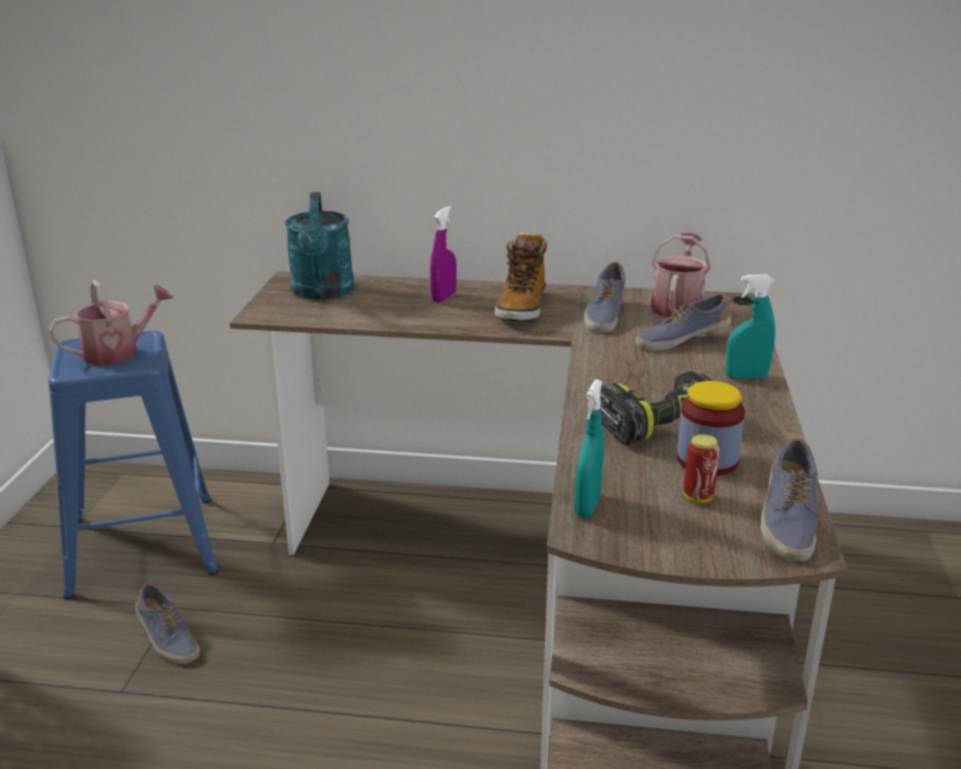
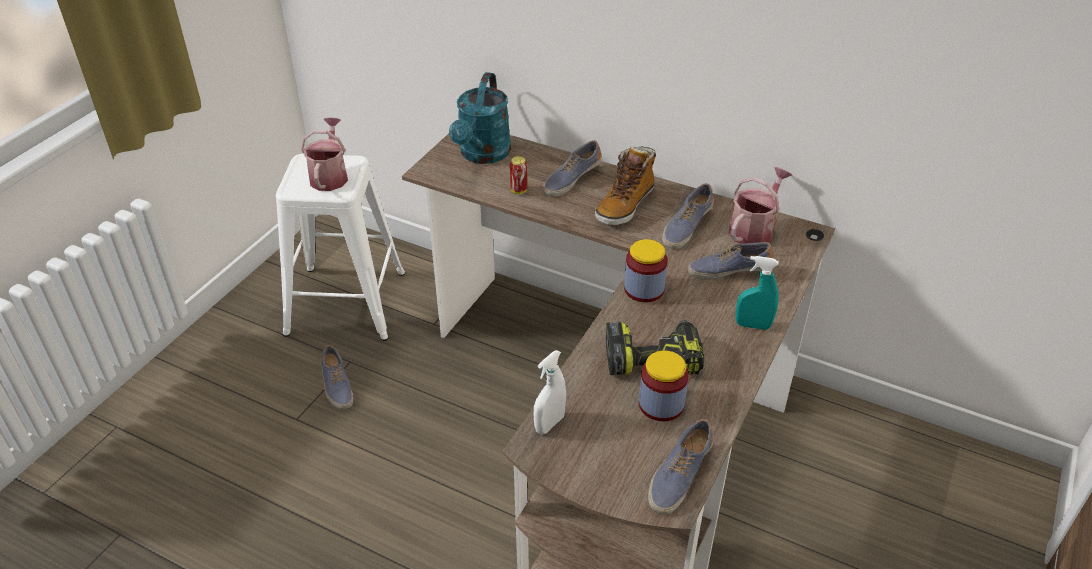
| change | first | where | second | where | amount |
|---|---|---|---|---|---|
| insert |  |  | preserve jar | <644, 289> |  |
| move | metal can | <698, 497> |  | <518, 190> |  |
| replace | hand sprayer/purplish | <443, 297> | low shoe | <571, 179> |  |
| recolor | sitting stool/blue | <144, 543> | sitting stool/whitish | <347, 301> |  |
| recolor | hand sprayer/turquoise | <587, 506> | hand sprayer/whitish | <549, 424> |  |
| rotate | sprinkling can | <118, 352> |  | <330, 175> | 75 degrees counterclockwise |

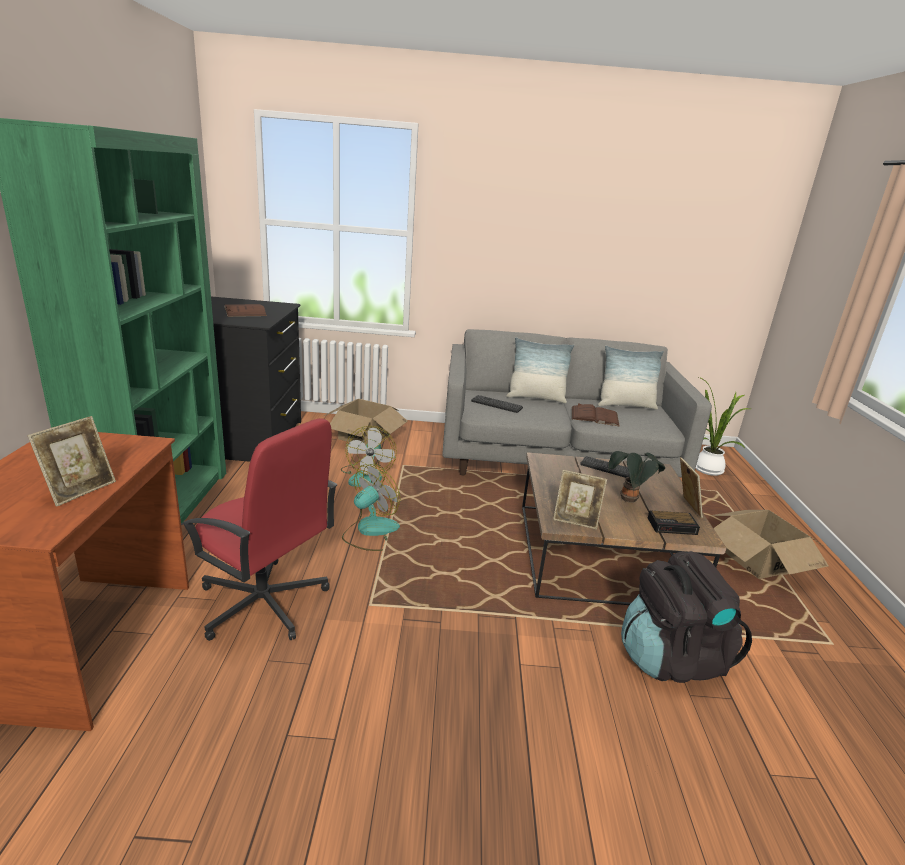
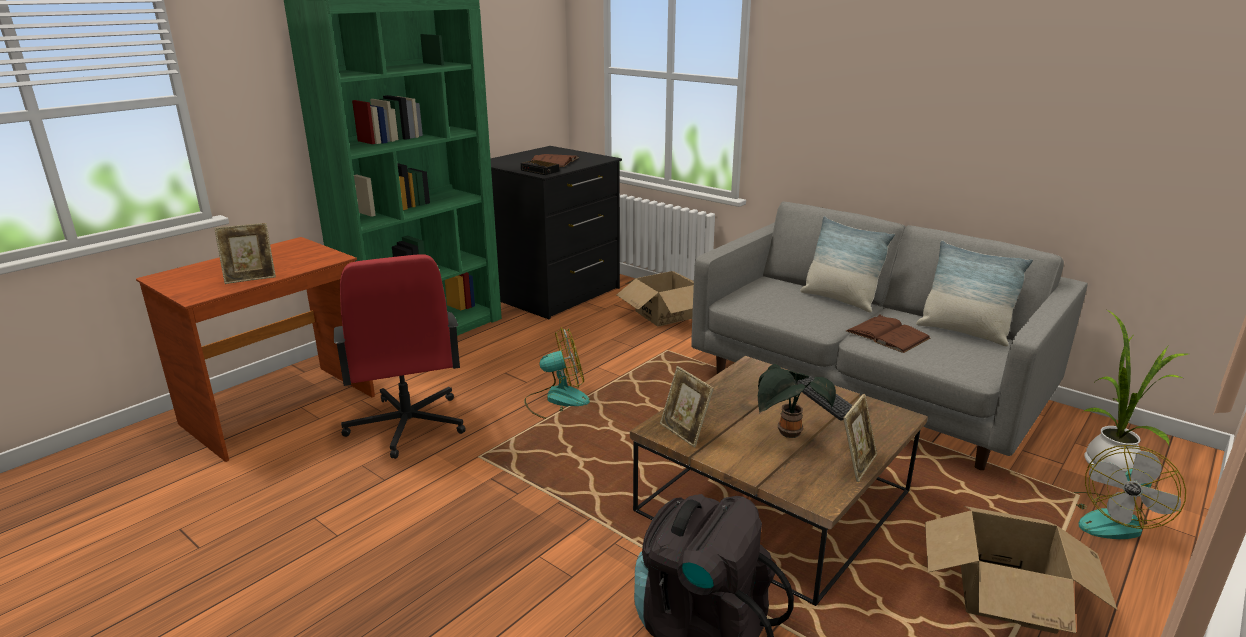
| change | first | where | second | where | amount |
|---|---|---|---|---|---|
| delete | computer keyboard | <496, 404> |  |  |  |
| move | fan | <367, 475> |  | <1113, 520> |  |
| move | alarm clock | <673, 526> |  | <540, 171> |  |

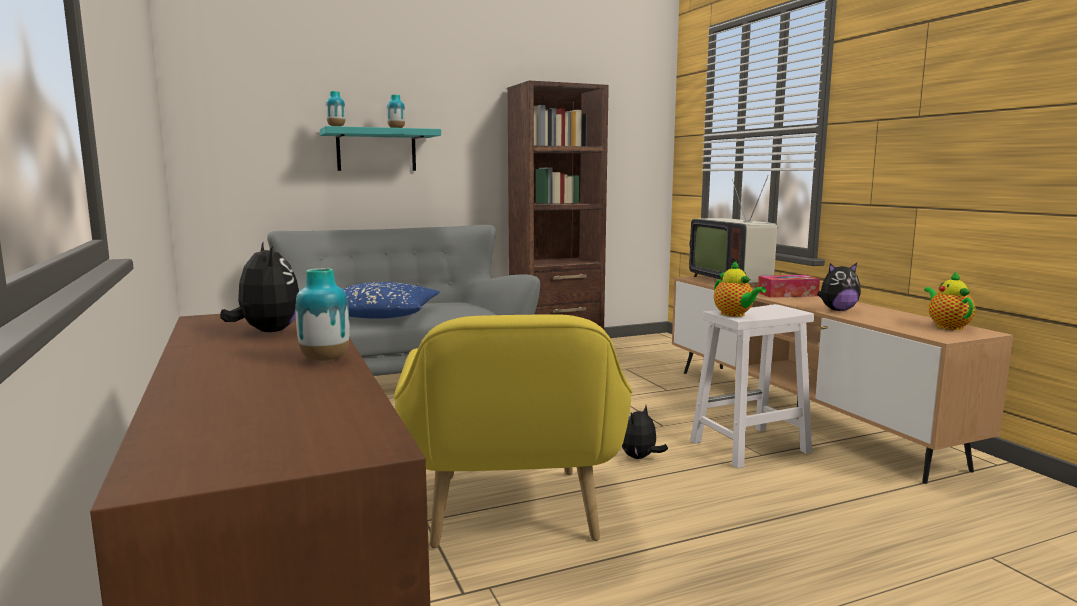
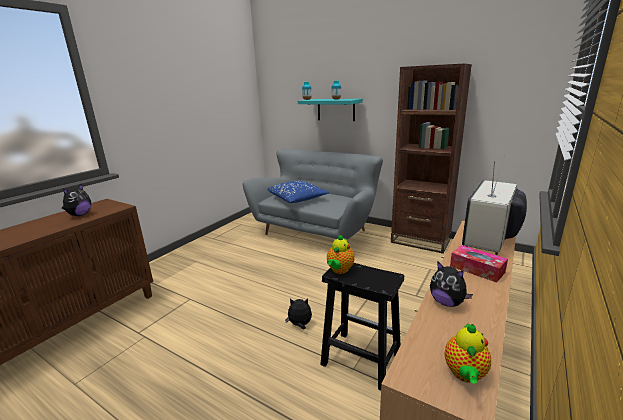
| change | first | where | second | where | amount |
|---|---|---|---|---|---|
| delete | decorative vase | <325, 359> |  |  |  |
| delete | lounge chair/yellow | <511, 514> |  |  |  |
| recolor | sitting stool/whitish | <748, 447> | sitting stool/black | <359, 359> |  |
| rotate | teapot | <947, 326> |  | <465, 374> | 150 degrees clockwise |

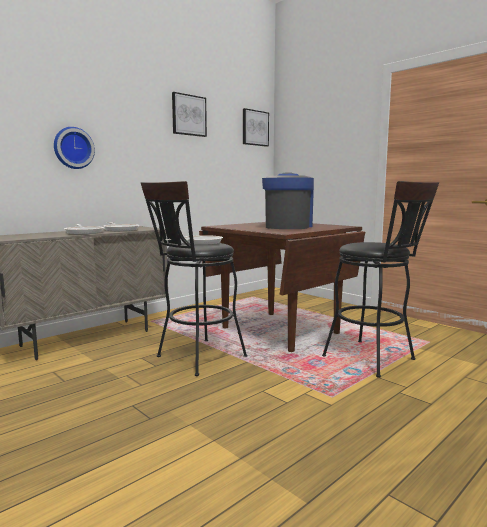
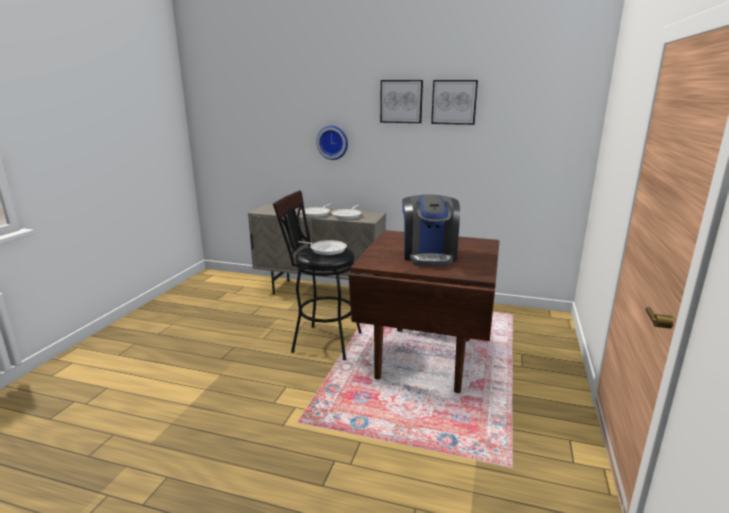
| change | first | where | second | where | amount |
|---|---|---|---|---|---|
| delete | sitting stool/black | <375, 360> |  |  |  |
| move | picture | <255, 128> |  | <401, 101> |  |
| rotate | coffee maker | <288, 226> |  | <429, 255> | 105 degrees clockwise |

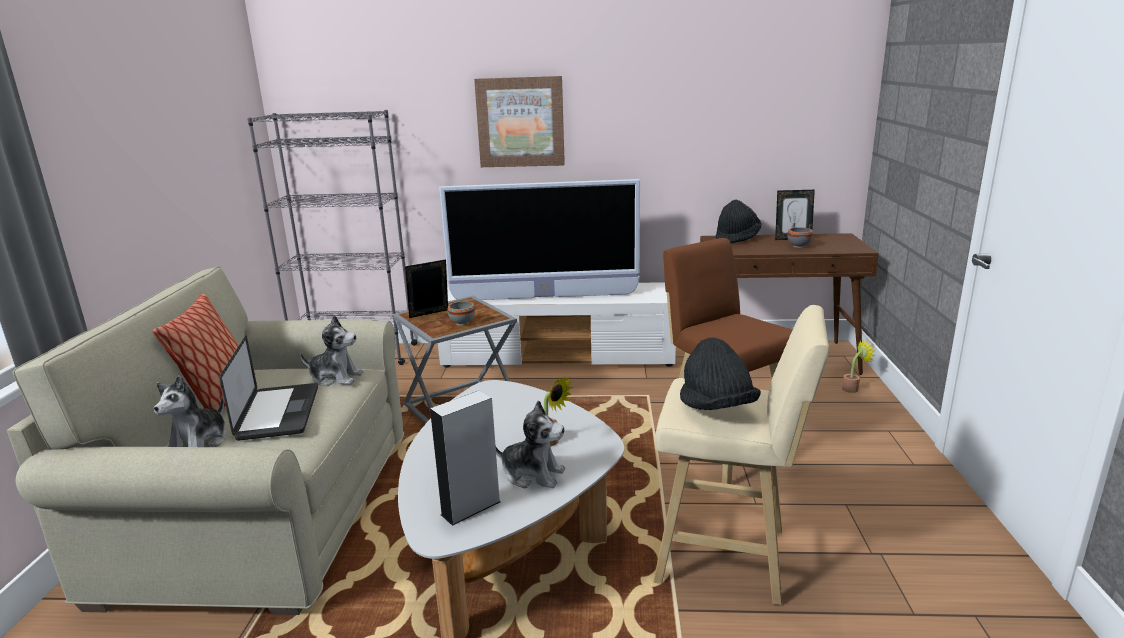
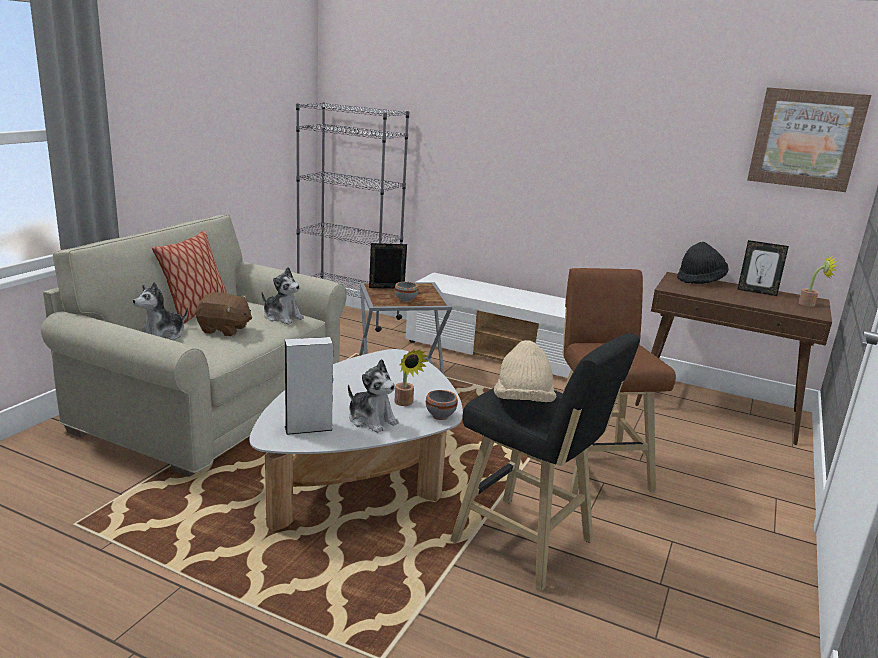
| change | first | where | second | where | amount |
|---|---|---|---|---|---|
| delete | television | <544, 297> |  |  |  |
| move | picture | <520, 122> |  | <806, 139> |  |
| move | deep dish/grey | <799, 246> |  | <441, 416> |  |
| move | houseplant | <853, 388> |  | <810, 304> |  |
| replace | notebook computer | <278, 413> | plush toy/brown-coloured | <224, 330> |  |
| recolor | sitting stool/sand-coloured | <728, 557> | sitting stool/black | <528, 544> |  |
| recolor | hat/black | <716, 407> | hat/sand-coloured | <523, 402> |  |

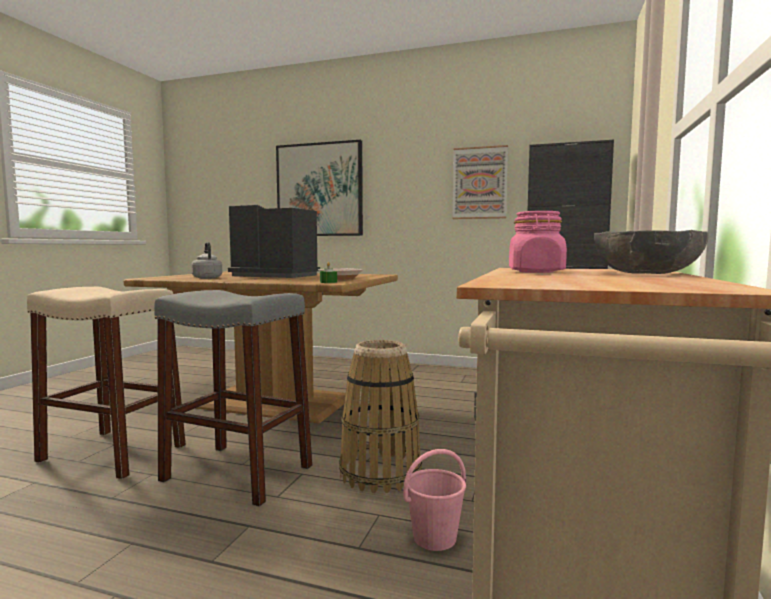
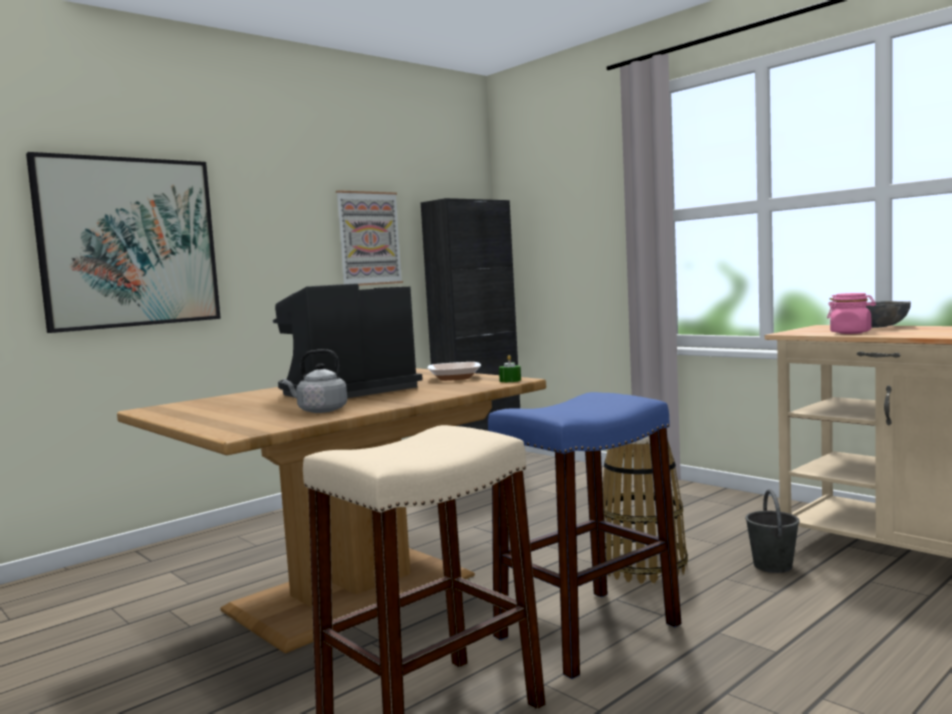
| change | first | where | second | where | amount |
|---|---|---|---|---|---|
| recolor | sitting stool/grey | <237, 473> | sitting stool/blue | <587, 631> |  |
| recolor | water bucket/pinkish | <435, 537> | water bucket/grey | <772, 565> |  |

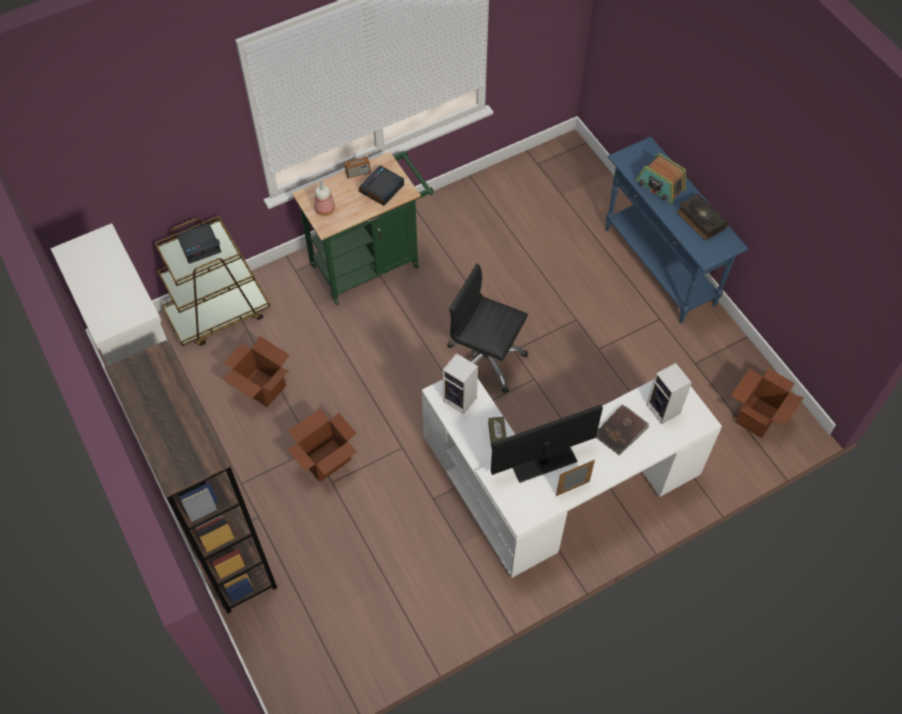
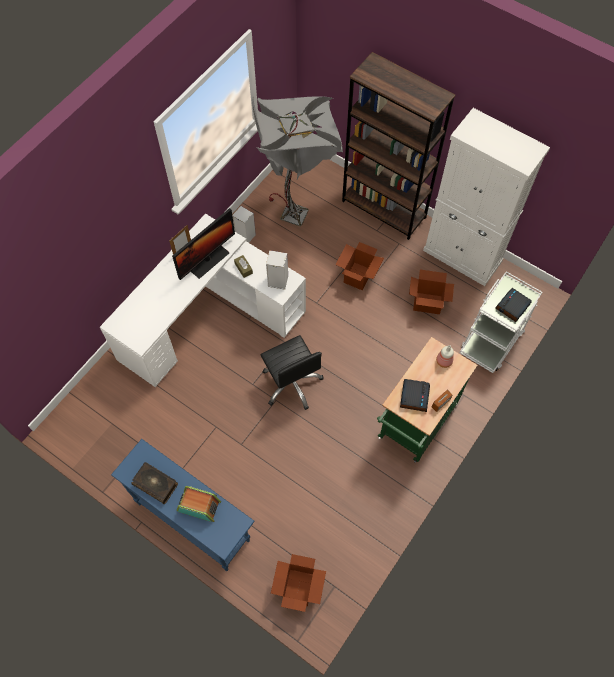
| change | first | where | second | where | amount |
|---|---|---|---|---|---|
| delete | volume/brown-coloured | <621, 431> |  |  |  |
| insert |  |  | standing lamp/grey | <298, 209> |  |
| move | audio speaker | <664, 409> |  | <244, 235> |  |
| move | packing box | <757, 416> |  | <298, 588> |  |
| recolor | trolley/brown-coloured | <219, 313> | trolley/whitish | <492, 340> |  |
| rotate | computer chair/black | <485, 361> |  | <292, 383> | 60 degrees clockwise |

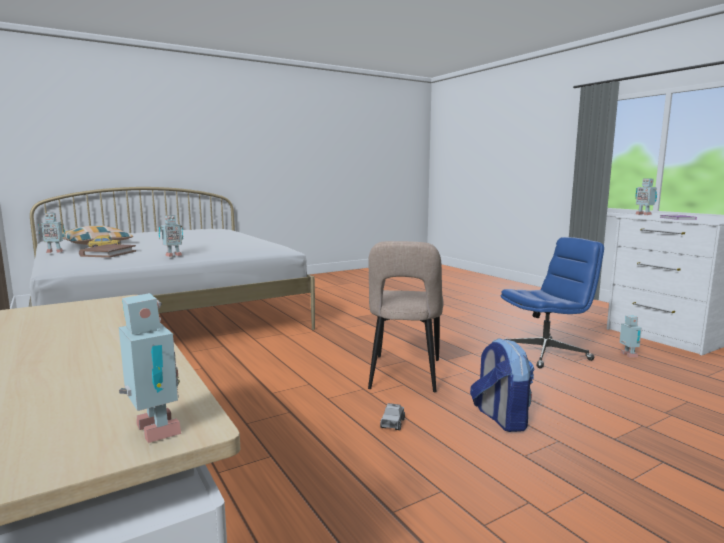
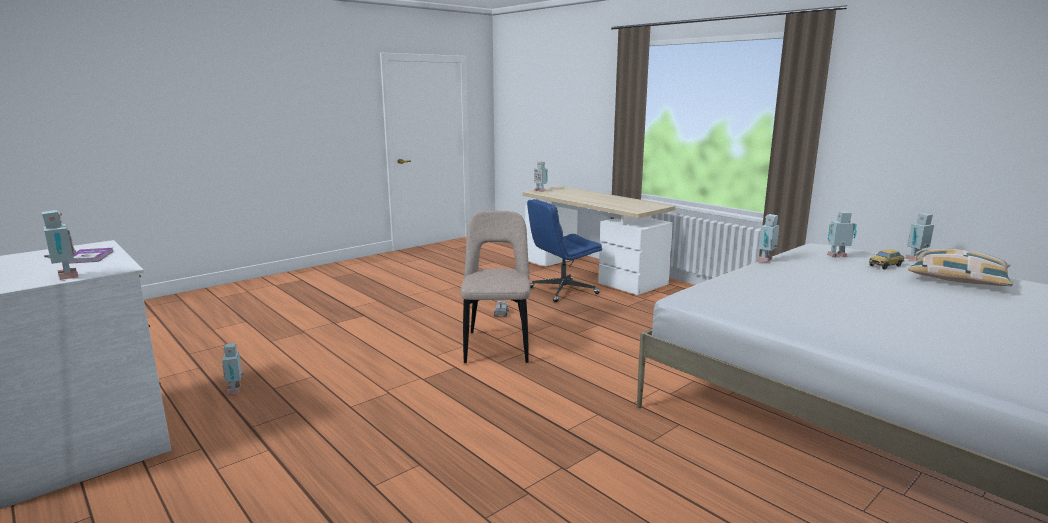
| change | first | where | second | where | amount |
|---|---|---|---|---|---|
| delete | rucksack | <500, 418> |  |  |  |
| move | computer chair/blue | <545, 353> |  | <562, 291> |  |
| replace | volume/brown-coloured | <108, 253> | toy robot | <838, 256> |  |

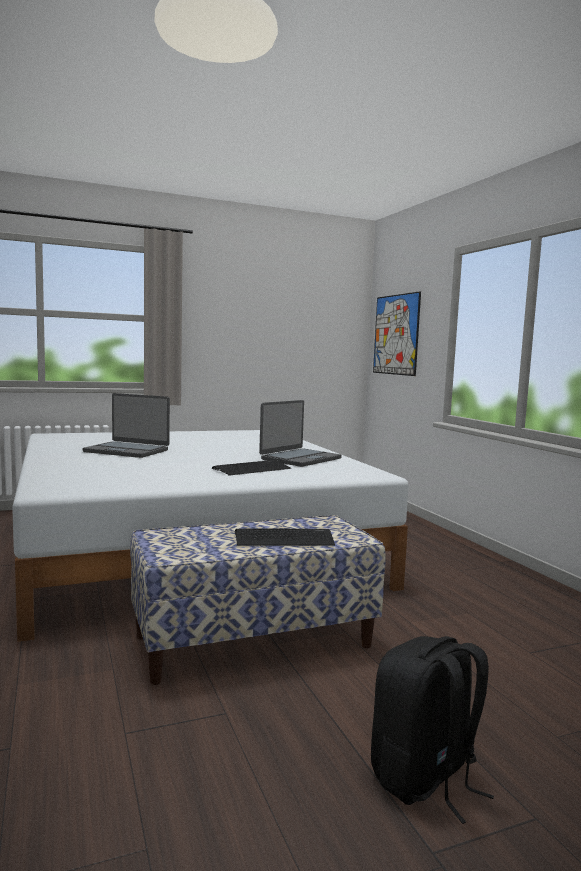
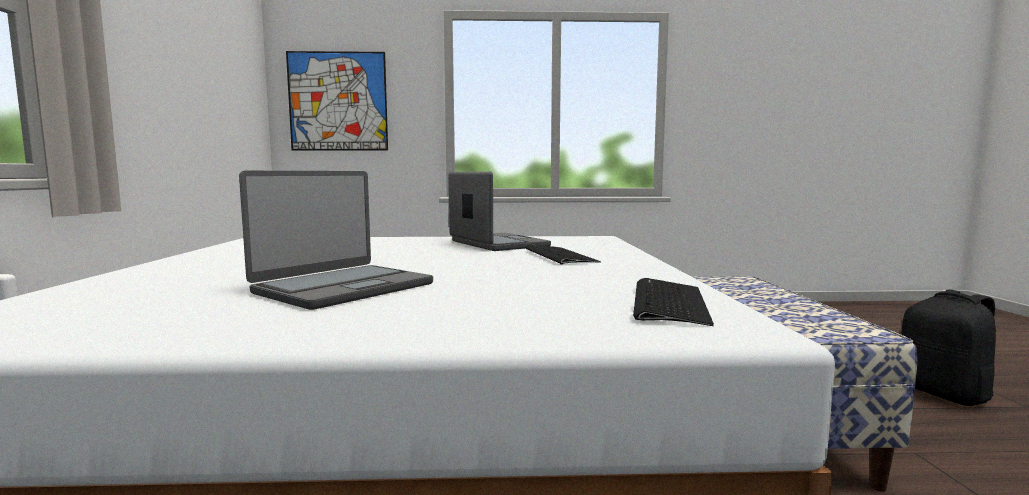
| change | first | where | second | where | amount |
|---|---|---|---|---|---|
| move | computer keyboard | <284, 539> |  | <668, 303> |  |

